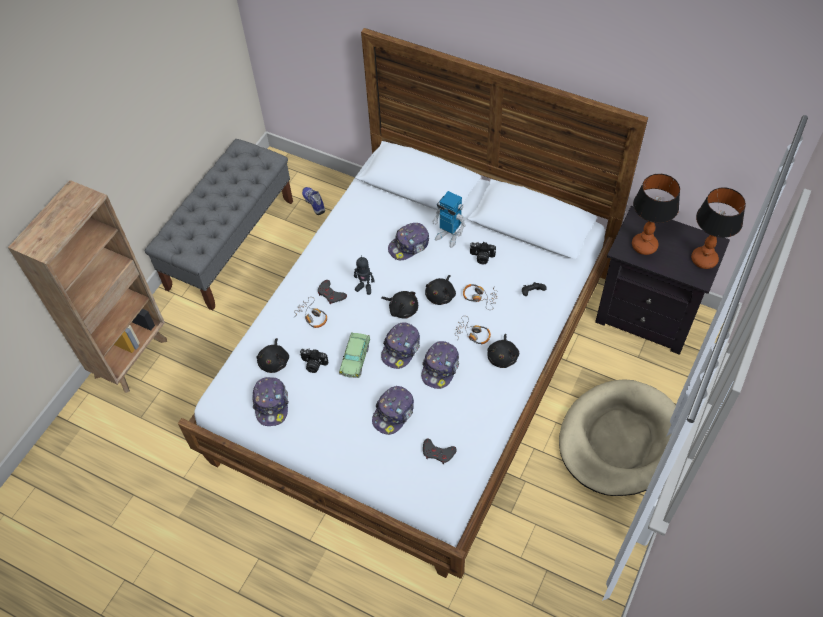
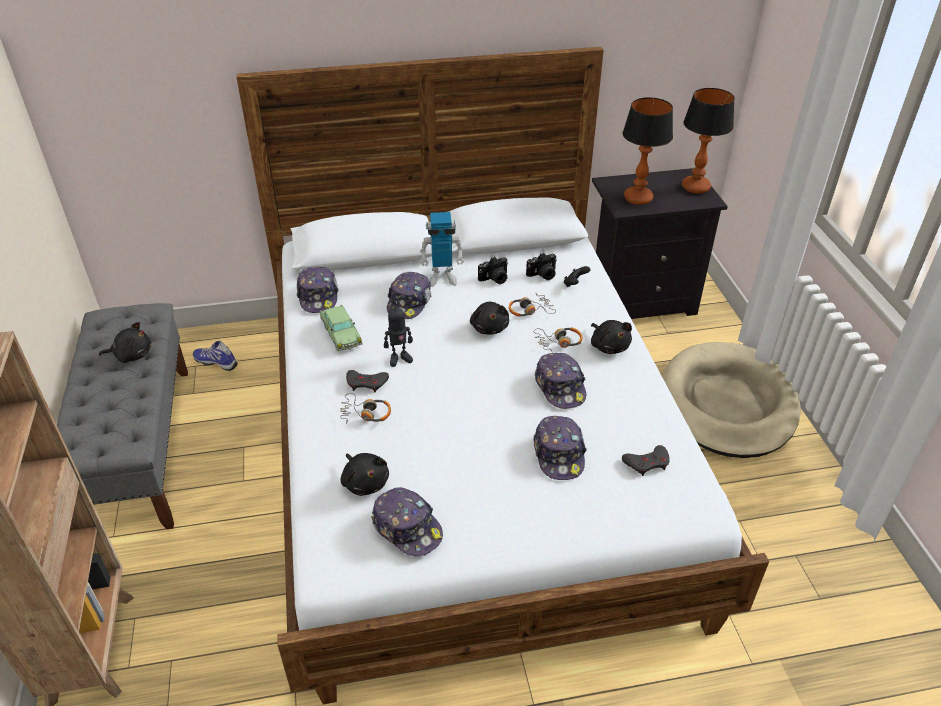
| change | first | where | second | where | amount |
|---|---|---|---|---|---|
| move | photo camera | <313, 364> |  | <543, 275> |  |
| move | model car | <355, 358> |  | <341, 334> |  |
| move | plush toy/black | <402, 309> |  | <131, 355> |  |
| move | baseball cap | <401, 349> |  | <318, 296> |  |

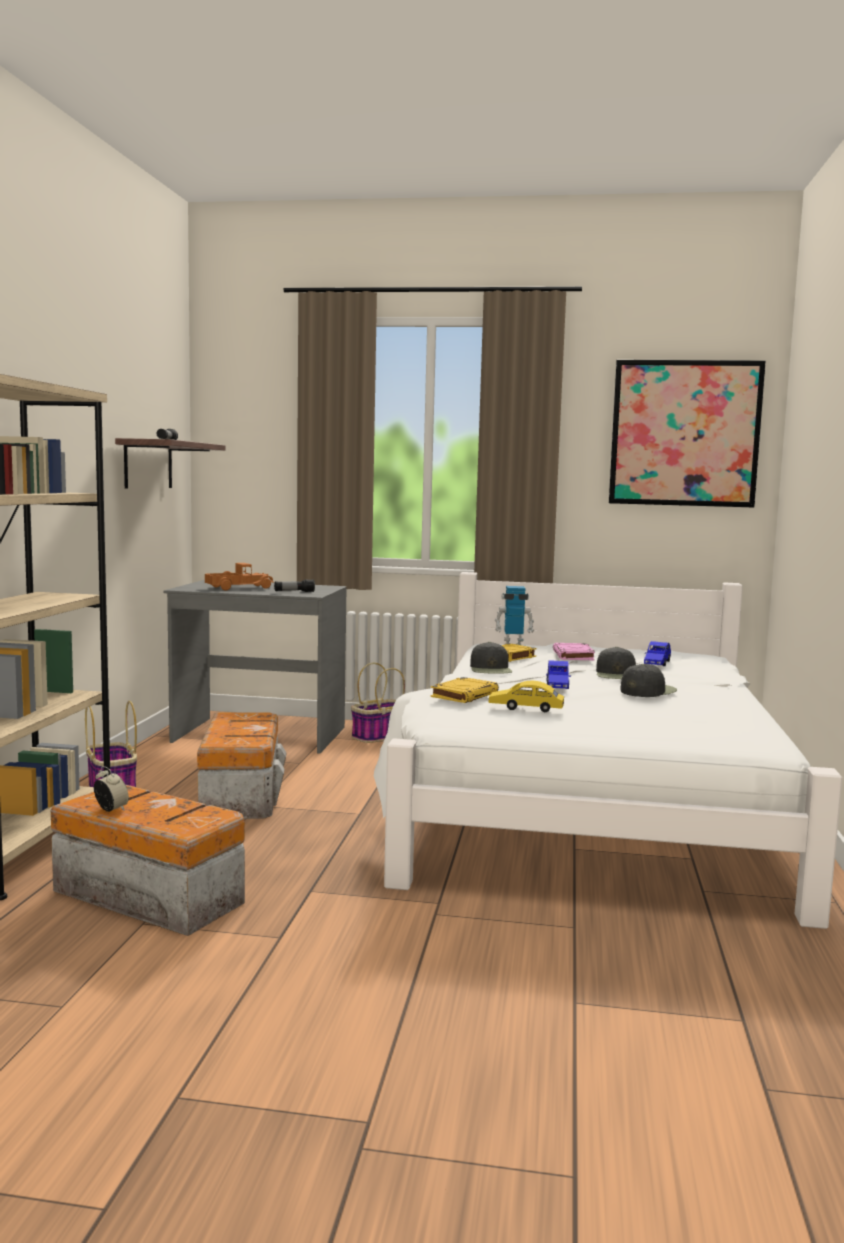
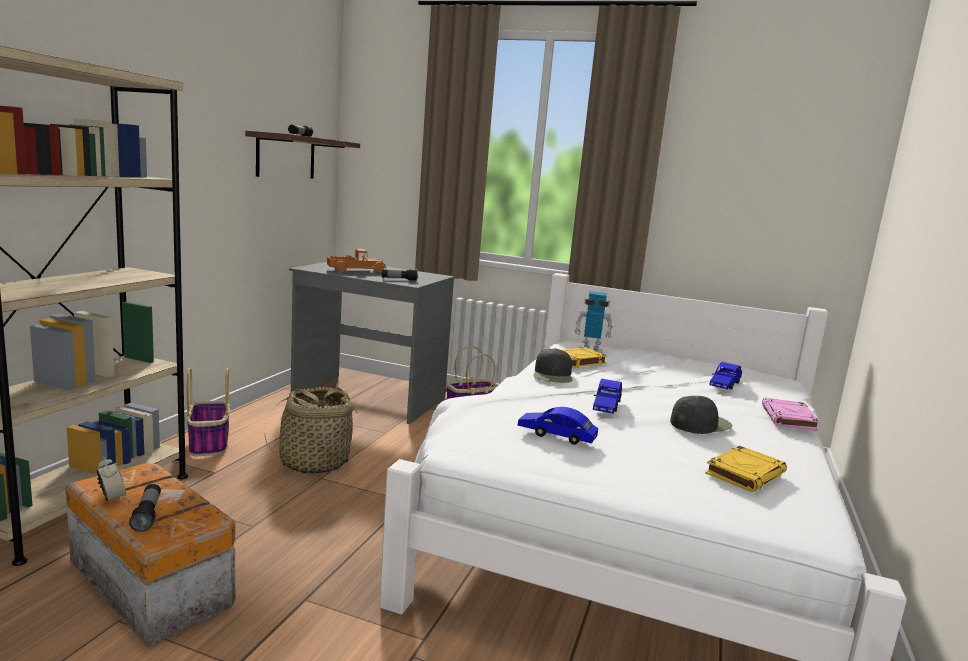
| change | first | where | second | where | amount |
|---|---|---|---|---|---|
| delete | baseball cap/black | <617, 675> |  |  |  |
| delete | picture | <684, 433> |  |  |  |
| insert |  |  | torch | <147, 515> |  |
| move | volume/yellow | <464, 695> |  | <745, 474> |  |
| move | volume/pinkish | <573, 656> |  | <789, 419> |  |
| replace | storage container | <241, 794> | storage basket | <314, 462> |  |
| recolor | model car/yellow | <526, 708> | model car/blue | <556, 435> |  |

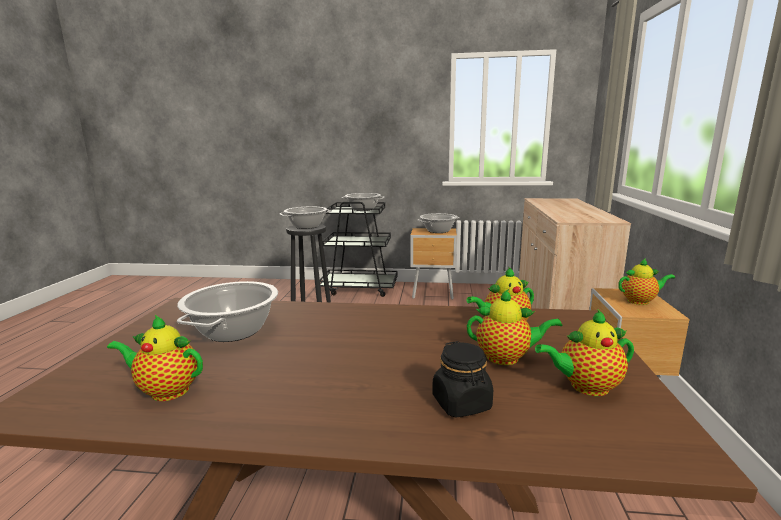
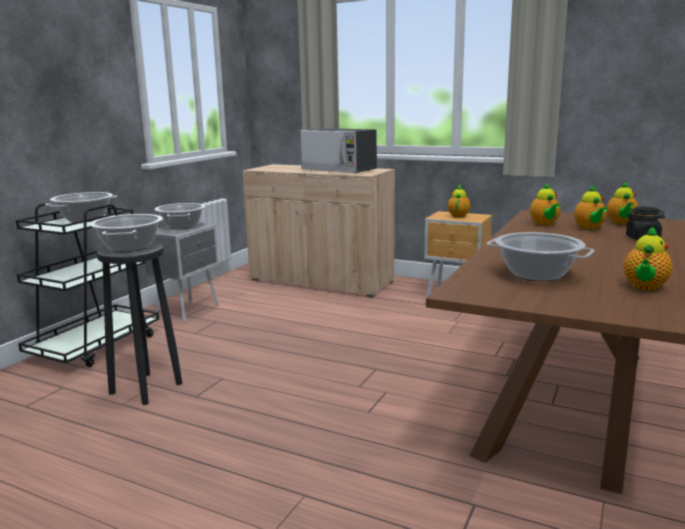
| change | first | where | second | where | amount |
|---|---|---|---|---|---|
| insert |  |  | kitchen microwave | <339, 170> |  |
| recolor | bedside table/brown-coloured | <434, 294> | bedside table/grey | <189, 311> |  |
| rotate | teapot | <506, 358> |  | <589, 228> | 150 degrees clockwise |

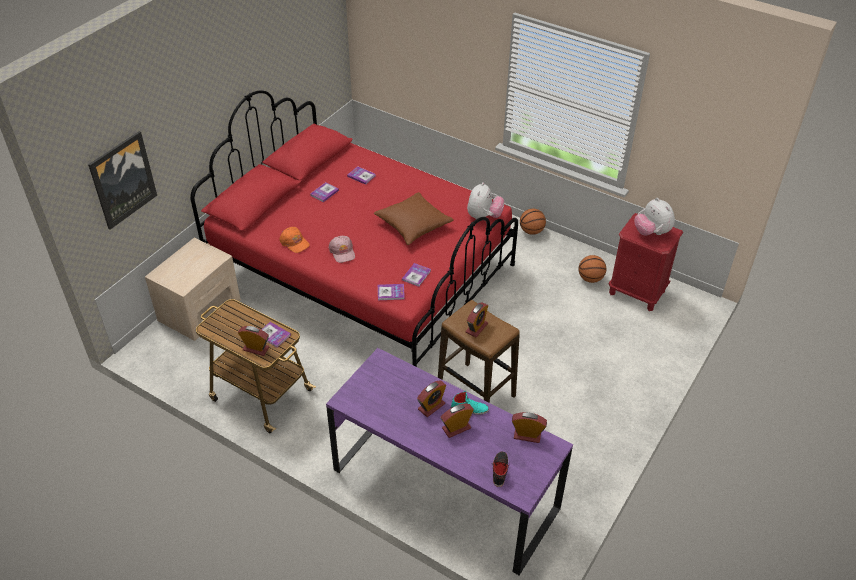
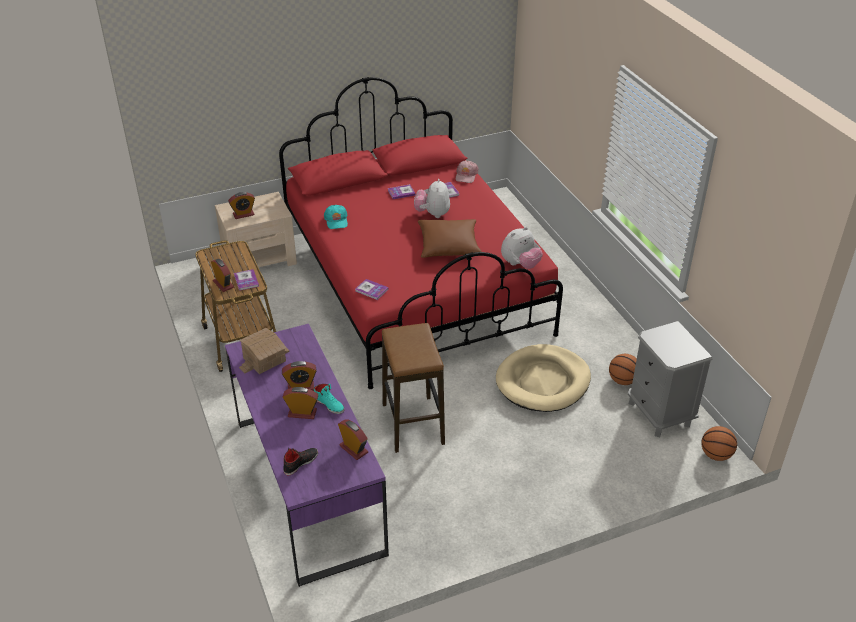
| change | first | where | second | where | amount |
|---|---|---|---|---|---|
| delete | picture | <122, 179> |  |  |  |
| delete | volume | <416, 275> |  |  |  |
| insert |  |  | miniature house | <264, 359> |  |
| insert |  |  | pet bed/sand-coloured | <543, 381> |  |
| move | baseball cap/pinkish | <342, 252> |  | <466, 175> |  |
| move | alarm clock | <476, 328> |  | <243, 214> |  |
| move | basketball ball | <531, 231> |  | <715, 455> |  |
| move | plush toy | <651, 232> |  | <432, 214> |  |
| recolor | baseball cap/orange | <294, 242> | baseball cap/turquoise | <336, 220> |  |
| recolor | bedside table/red-coloured | <637, 292> | bedside table/grey | <660, 414> |  |

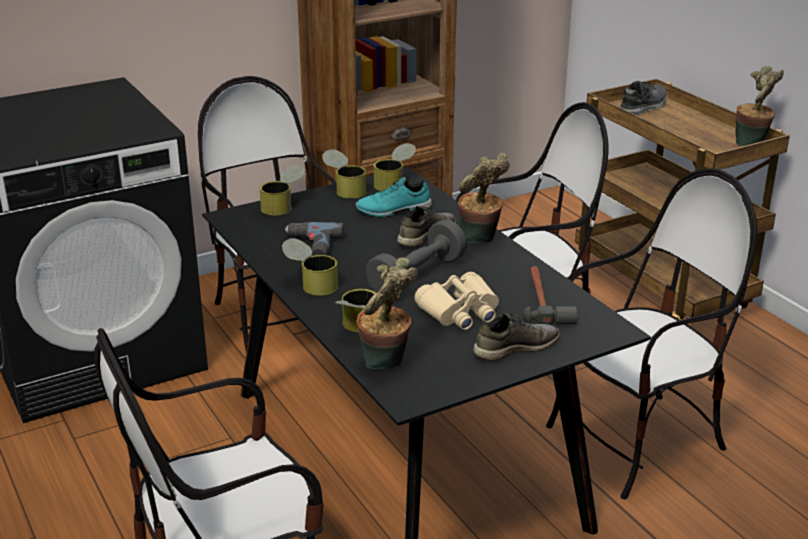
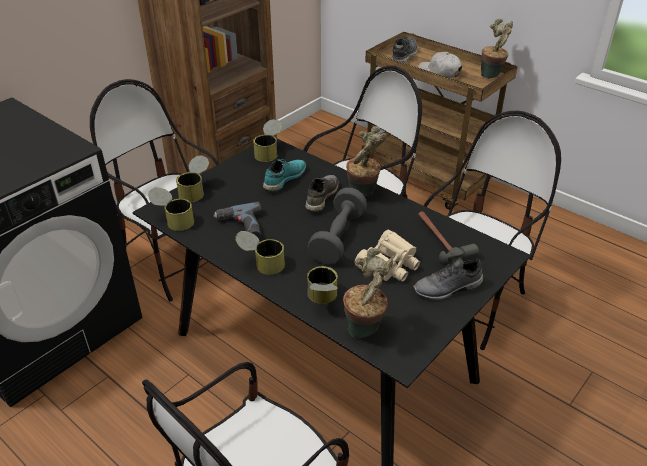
| change | first | where | second | where | amount |
|---|---|---|---|---|---|
| insert |  |  | baseball cap/whitish | <439, 72> |  |
| move | metal can | <345, 189> |  | <174, 220> |  |
| rotate | low shoe/turquoise | <393, 211> |  | <284, 179> | 150 degrees clockwise |
| rotate | low shoe/grey | <515, 347> |  | <448, 289> | 150 degrees counterclockwise |

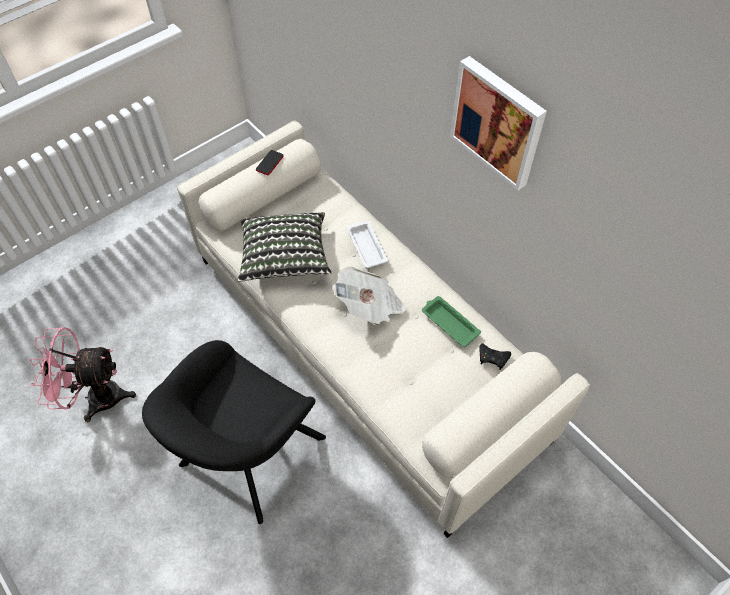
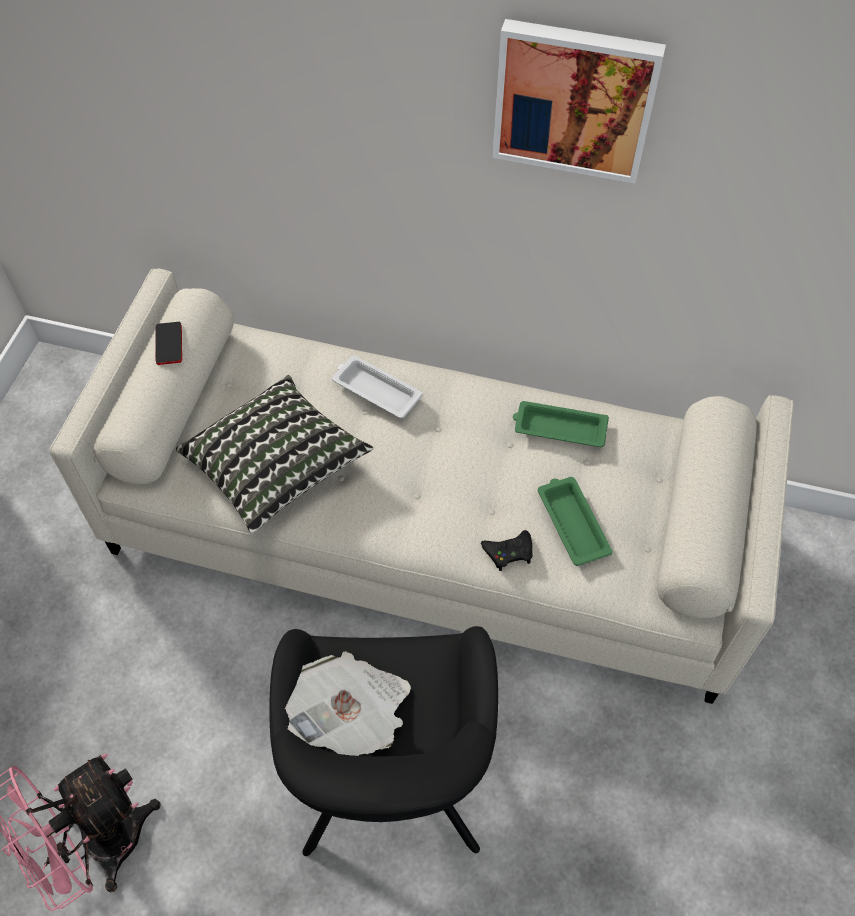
| change | first | where | second | where | amount |
|---|---|---|---|---|---|
| insert |  |  | carrying tray/greenish | <572, 522> |  |
| move | newspaper | <370, 306> |  | <351, 713> |  |
| move | joypad/black | <493, 358> |  | <509, 552> |  |

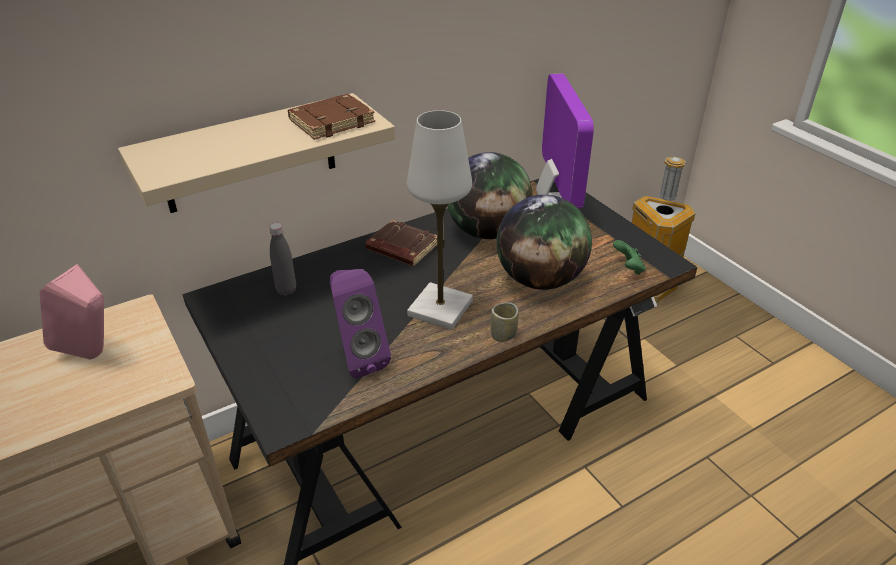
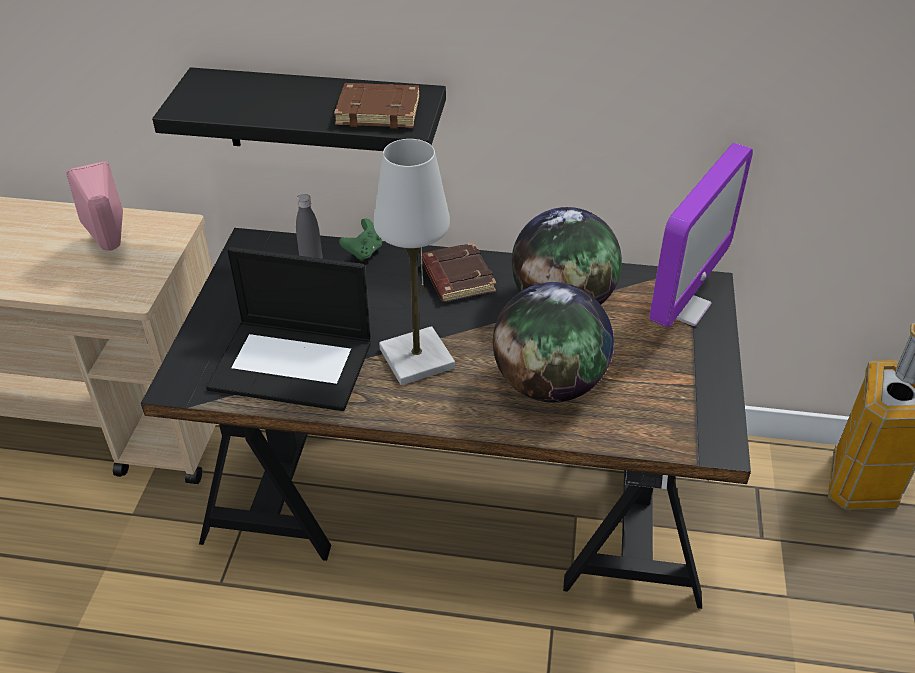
| change | first | where | second | where | amount |
|---|---|---|---|---|---|
| delete | small cup | <503, 335> |  |  |  |
| move | joypad/greenish | <628, 268> |  | <364, 252> |  |
| replace | audio speaker/purplish | <358, 358> | notebook computer | <294, 364> |  |
| recolor | bracket shelf/sand-coloured | <250, 154> | bracket shelf/black | <320, 115> |  |

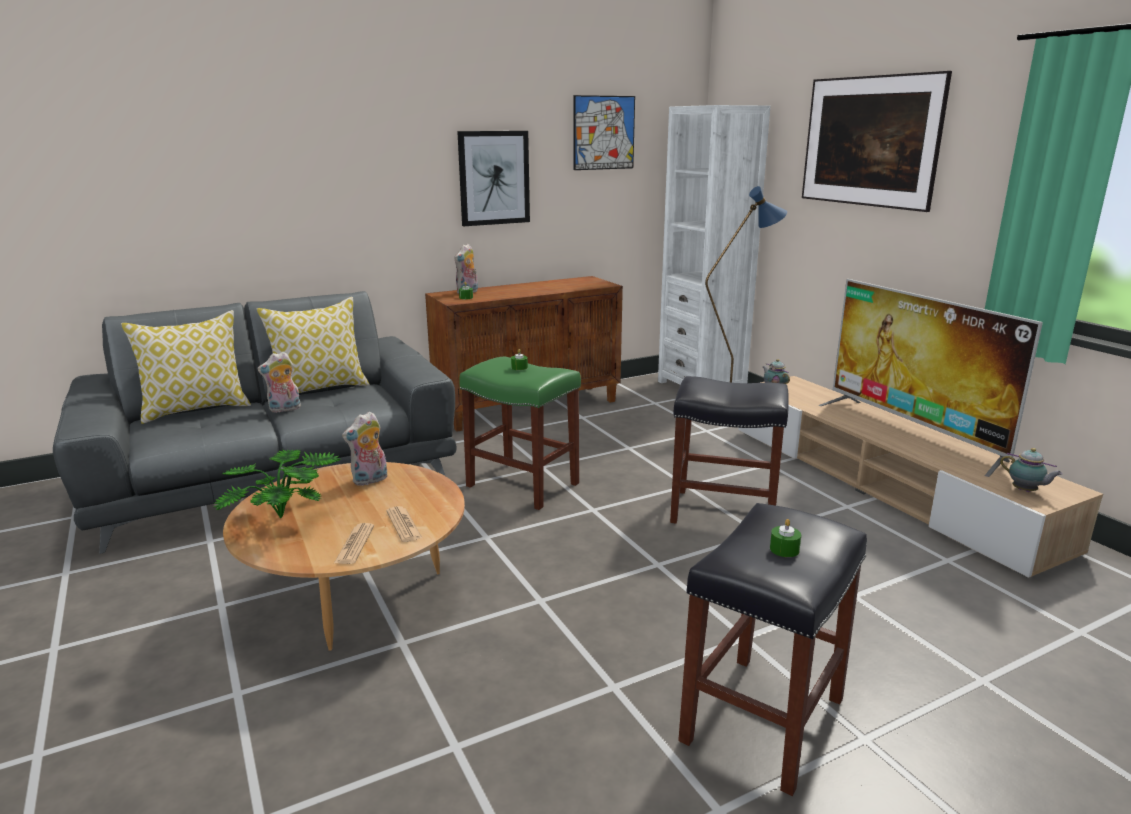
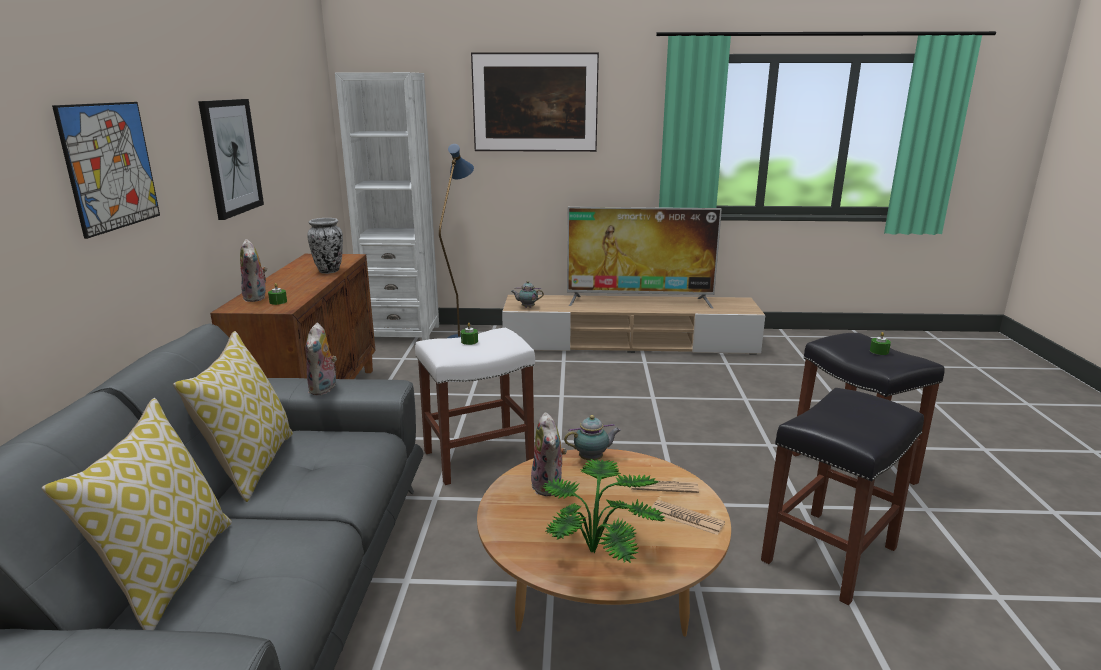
| change | first | where | second | where | amount |
|---|---|---|---|---|---|
| insert |  |  | decorative vase | <329, 271> |  |
| move | plush toy | <284, 409> |  | <324, 389> |  |
| move | picture | <604, 133> |  | <110, 166> |  |
| move | sitting stool/black | <725, 511> |  | <829, 553> |  |
| move | teapot | <1025, 491> |  | <592, 459> |  |
| recolor | sitting stool/greenish | <524, 485> | sitting stool/whitish | <479, 456> |  |

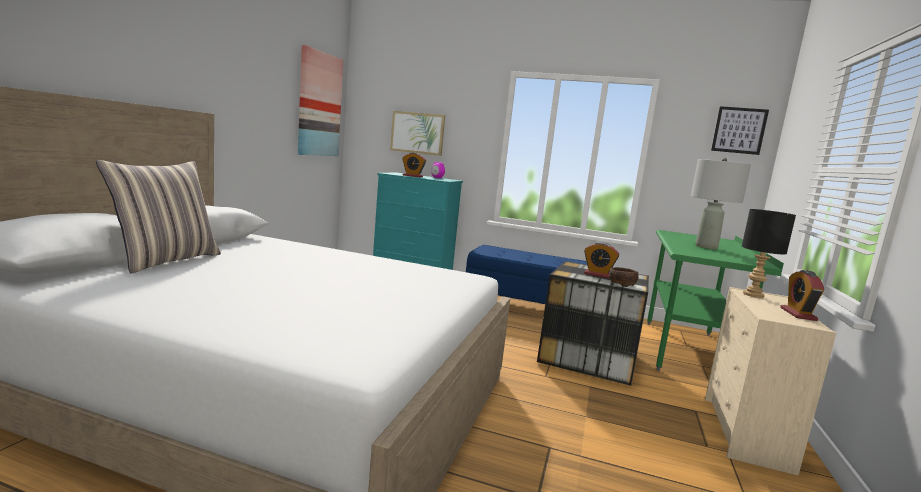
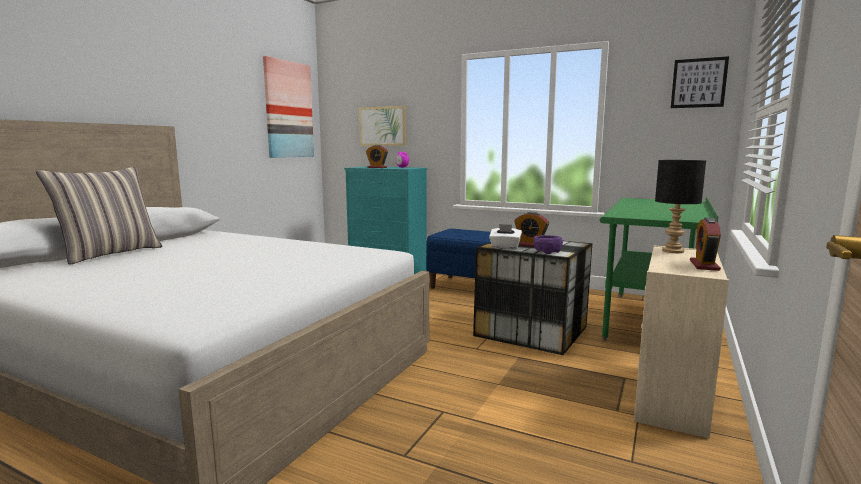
| change | first | where | second | where | amount |
|---|---|---|---|---|---|
| delete | tabletop lamp/grey | <705, 247> |  |  |  |
| insert |  |  | box of tissues/whitish | <505, 247> |  |
| recolor | deep dish/brown-coloured | <621, 284> | deep dish/purplish | <546, 251> |  |

